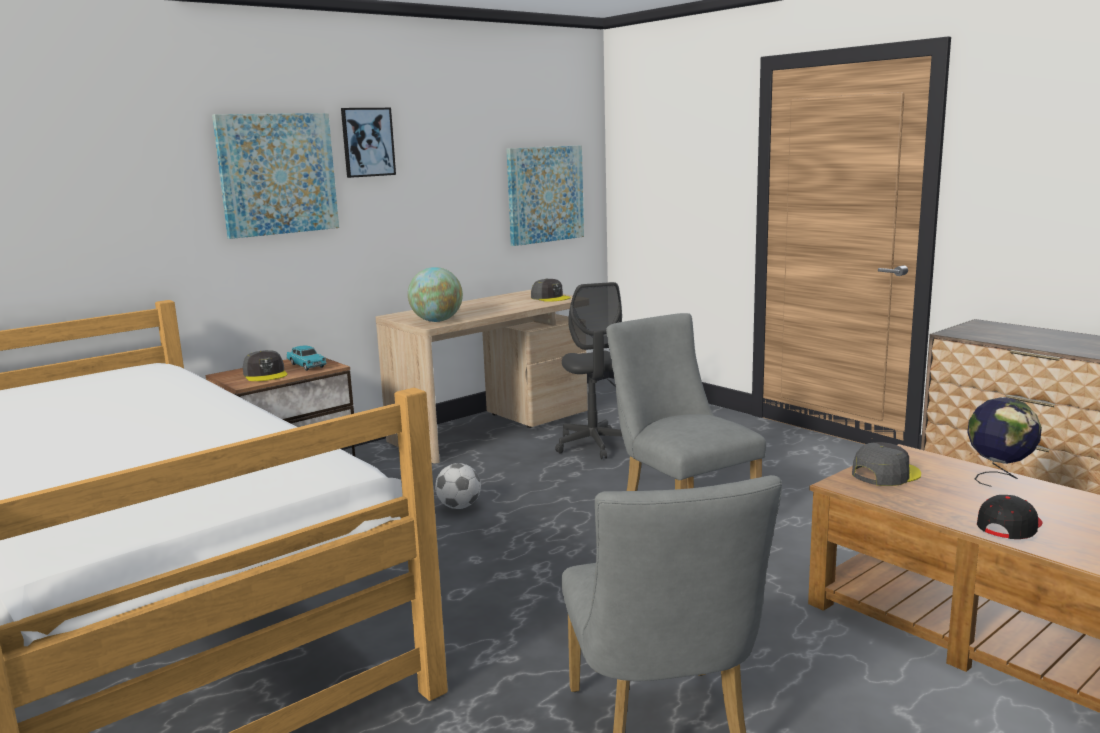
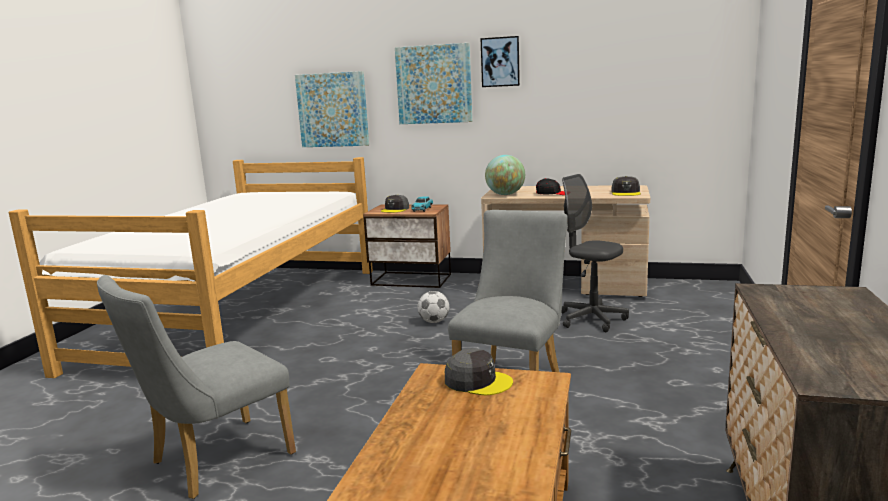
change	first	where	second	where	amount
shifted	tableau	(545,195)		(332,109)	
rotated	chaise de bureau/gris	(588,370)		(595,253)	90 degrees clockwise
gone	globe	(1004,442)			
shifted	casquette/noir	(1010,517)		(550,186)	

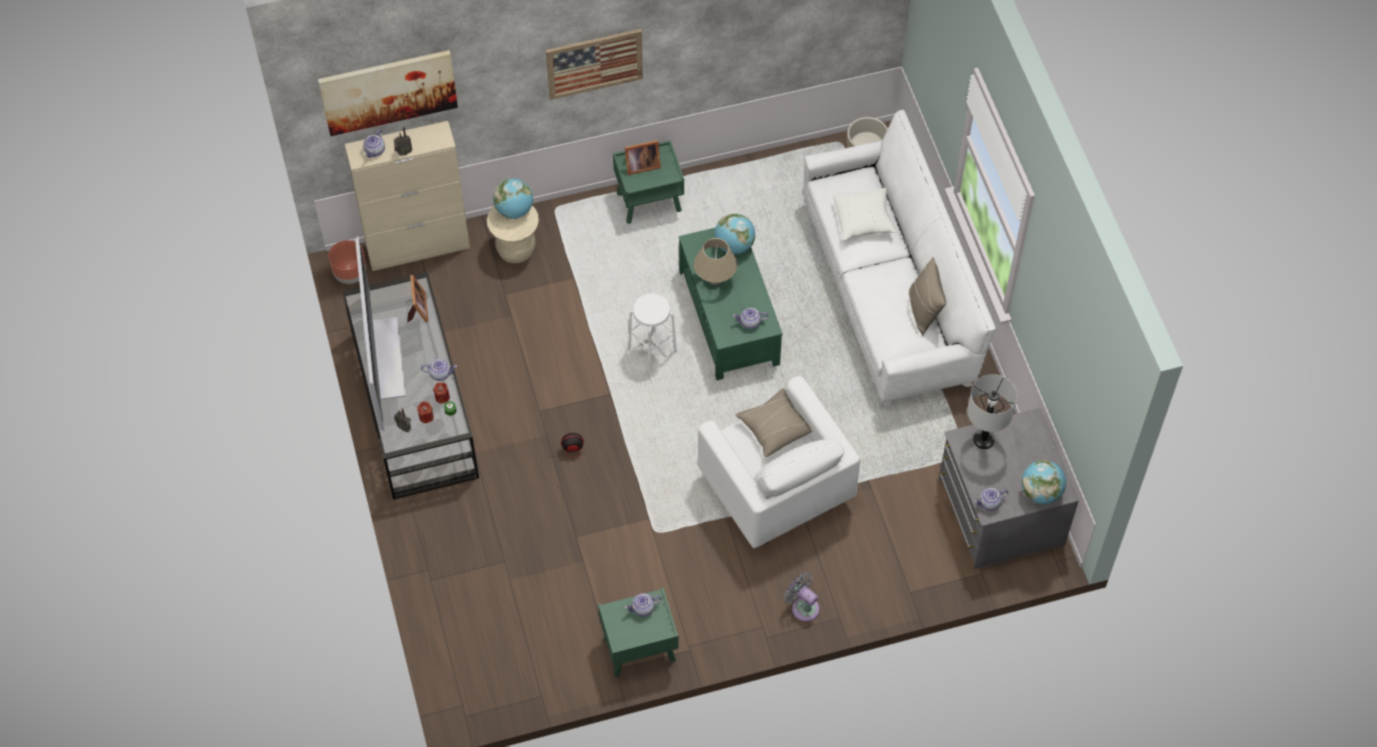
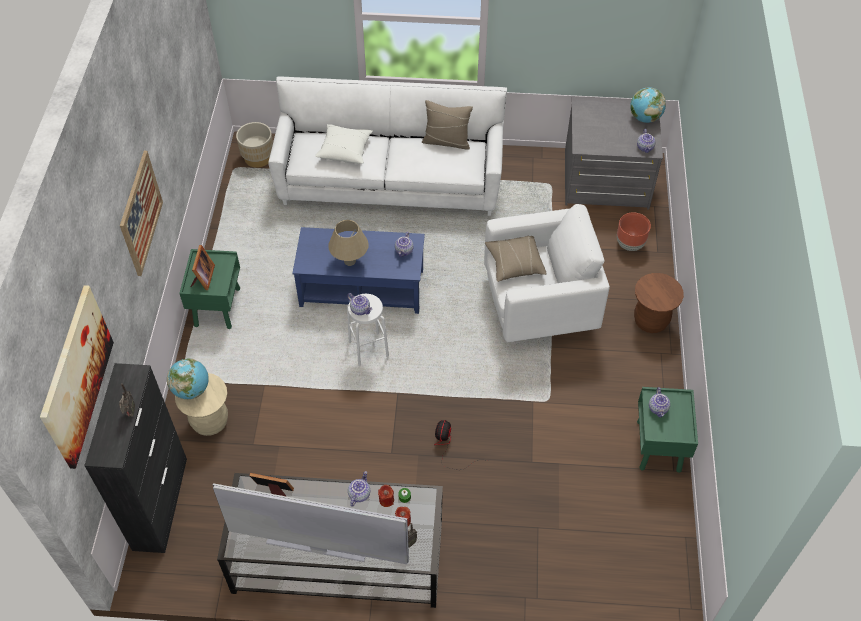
change	first	where	second	where	amount
repainted	meuble de rangement/beige	(407,196)	meuble de rangement/noir	(135,458)	
shifted	théière	(374,143)		(359,304)	
gone	globe	(734,233)			
repainted	table basse/vert	(731,304)	table basse/bleu	(358,270)	
shifted	cache-pot/marron	(347,262)		(634,232)	
gone	lampe de table/gris	(992,411)			
swapped	ventilateur/gris	(802,597)	tabouret/marron	(659,303)	

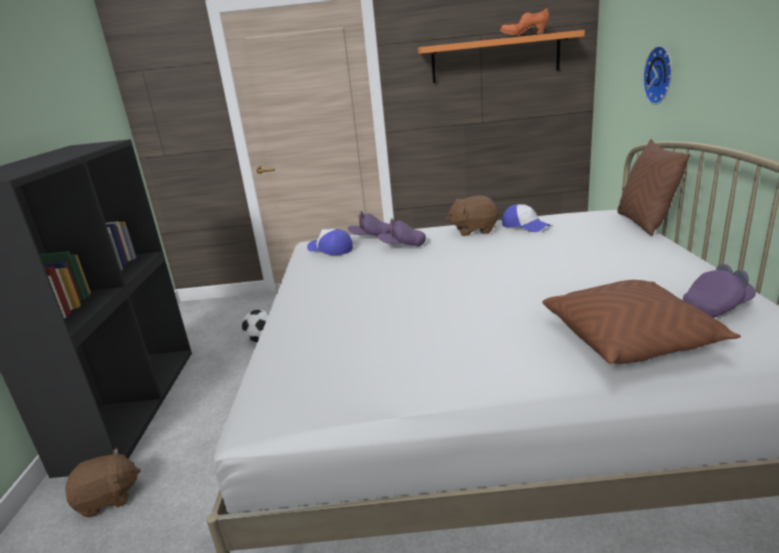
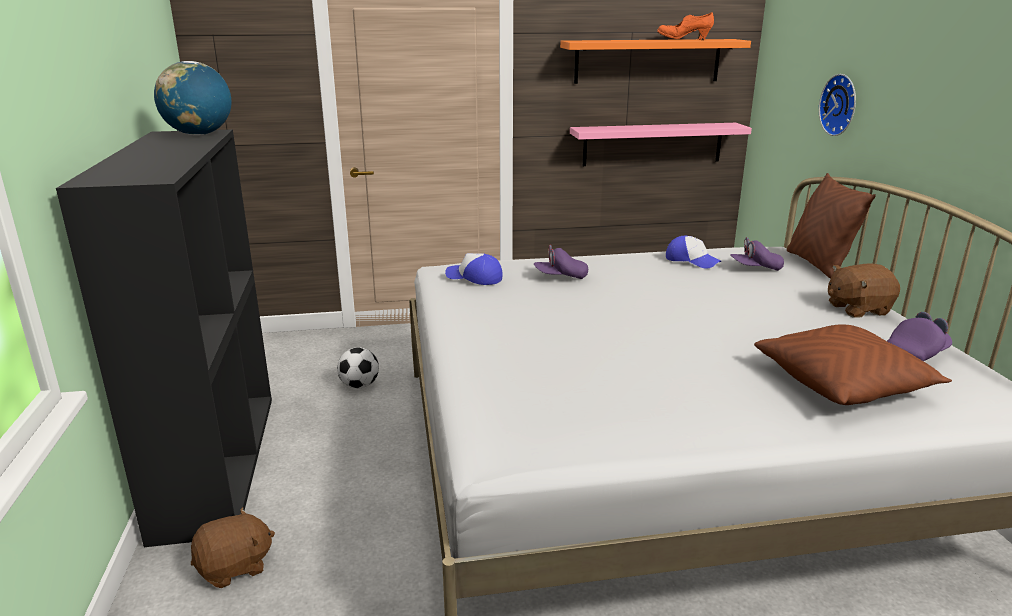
change	first	where	second	where	amount
shifted	peluche/marron	(472,216)		(864,290)	
shifted	casquette/violet	(369,224)		(757,254)	
new			globe	(192,98)	
new			étagère/rose	(661,144)	

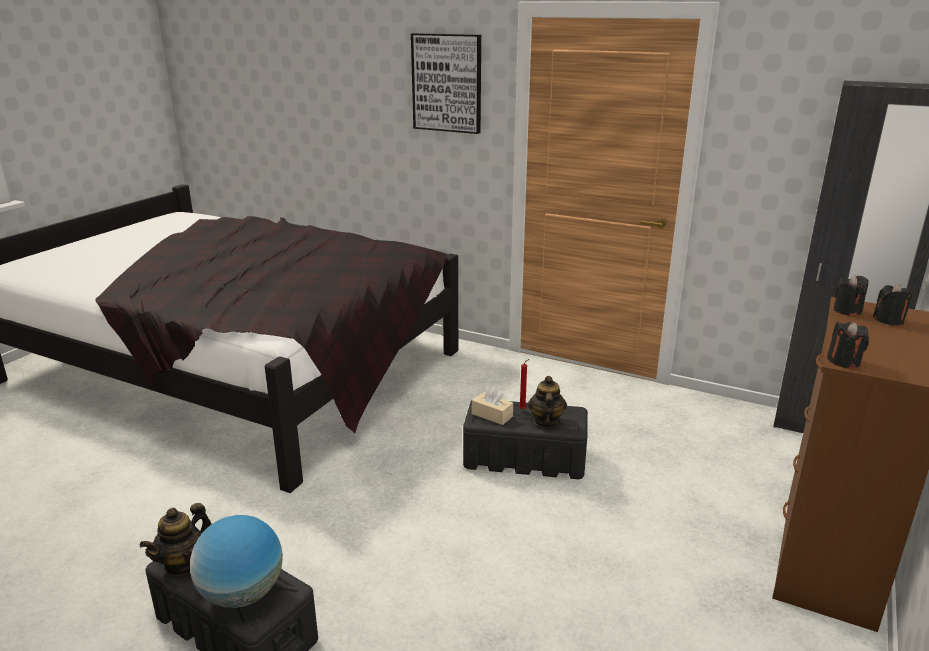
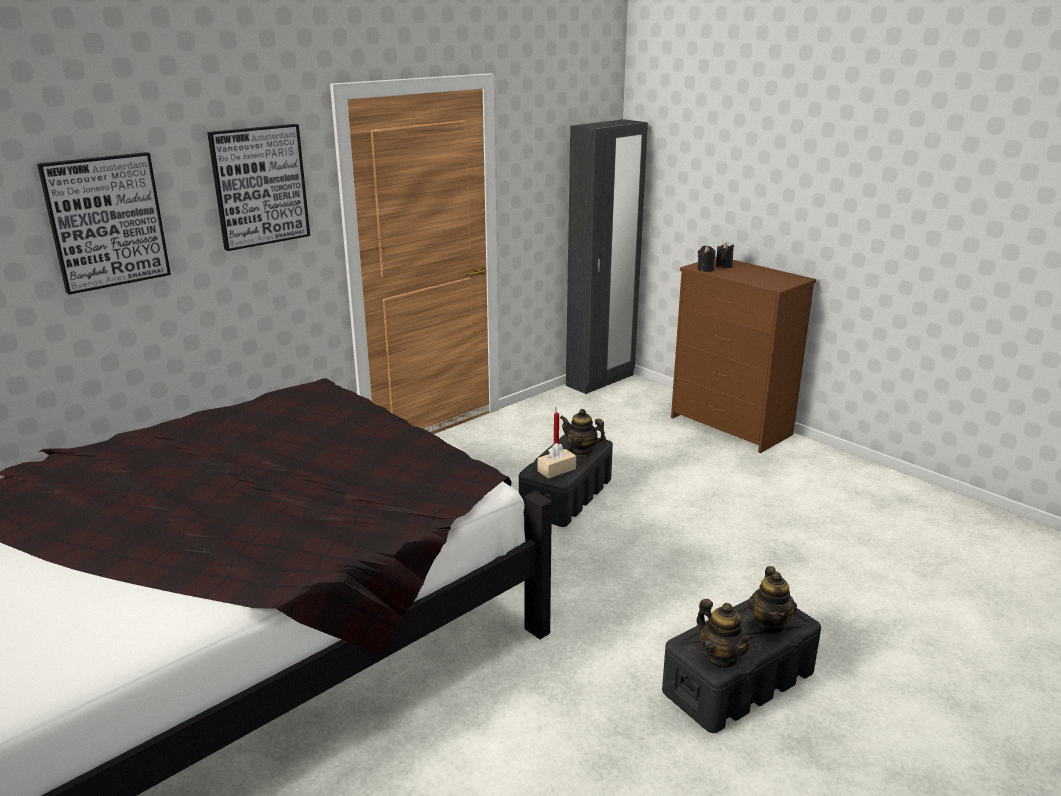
change	first	where	second	where	amount
gone	bougie/noir	(848,345)			
swapped	globe	(236,561)	théière	(772,600)	
new			tableau	(104,223)	

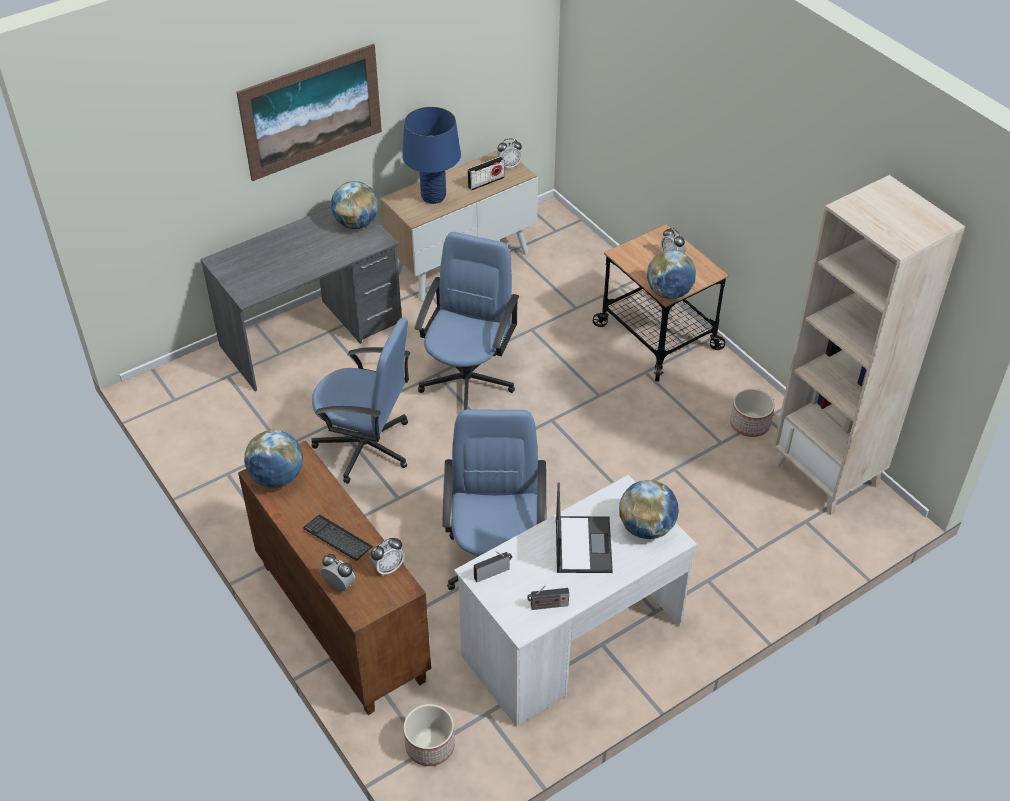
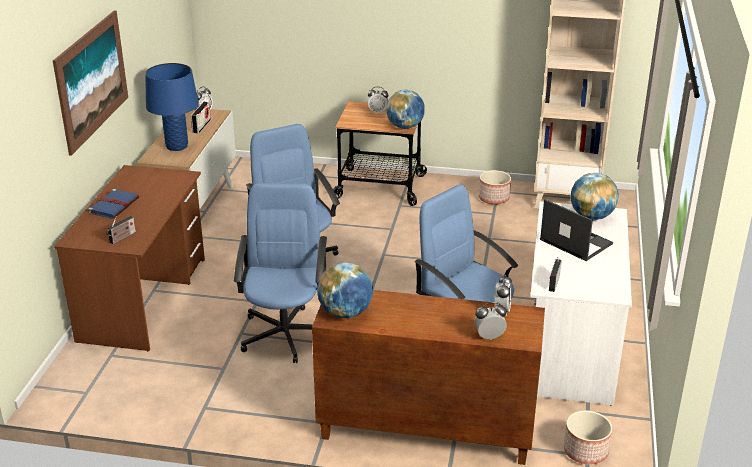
change	first	where	second	where	amount
gone	globe	(354,205)			
repainted	bureau/gris	(301,299)	bureau/marron	(129,258)	
rotated	chaise de bureau/bleu	(360,401)		(280,273)	60 degrees counterclockwise
gone	clavier	(338,538)			
shifted	radio	(548,597)		(121,230)	
new			livre/bleu	(113,204)	

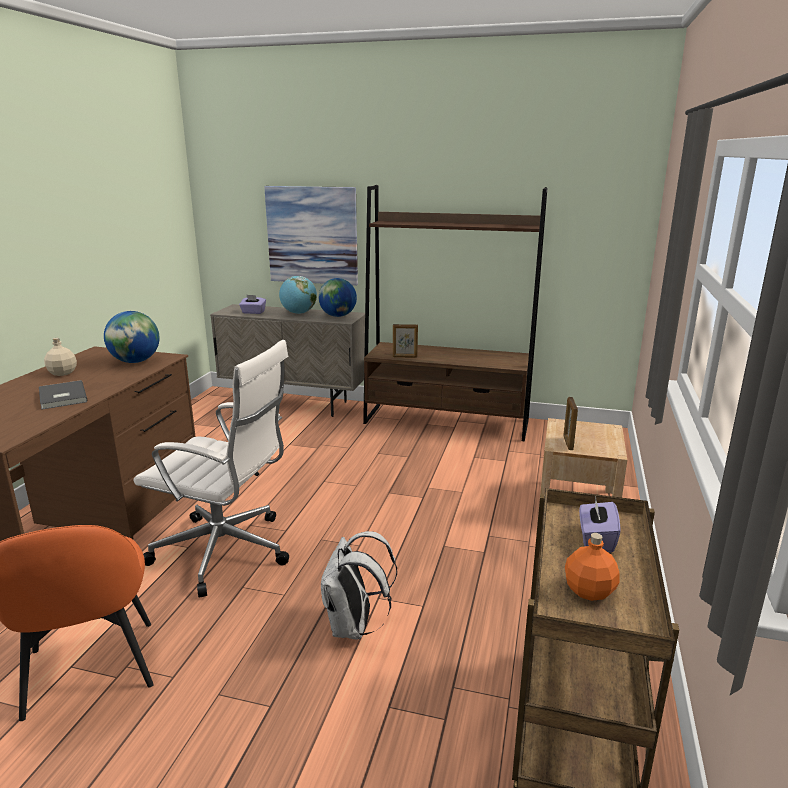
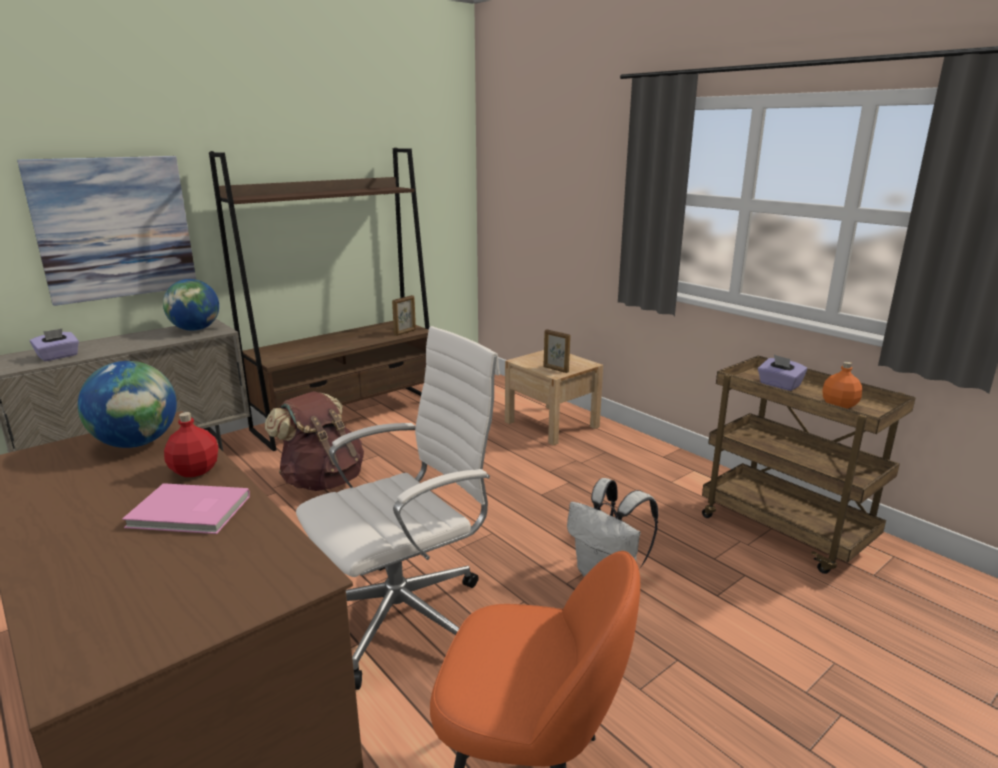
change	first	where	second	where	amount
gone	globe	(298,295)			
shifted	cadre photo	(405,341)		(404,315)	
gone	bouteille/beige	(60,357)			
repainted	livre/gris	(63,395)	livre/rose	(186,508)	
new			sac à dos/marron	(314,441)	
new			bouteille/rouge	(191,444)	

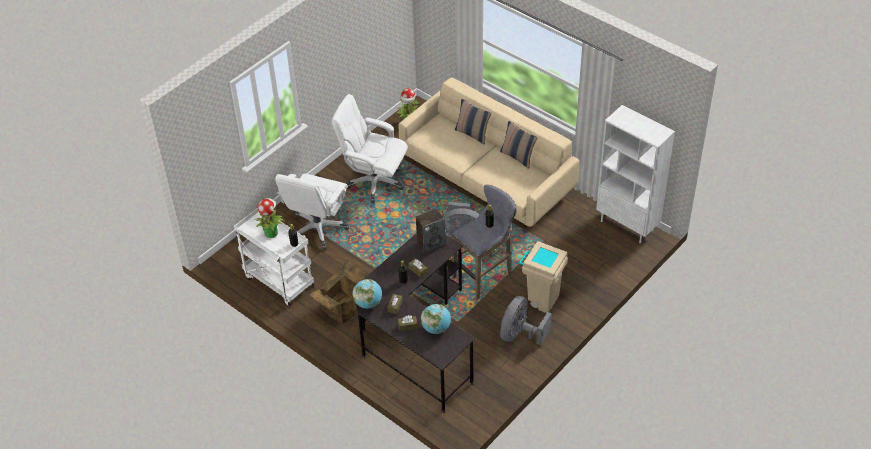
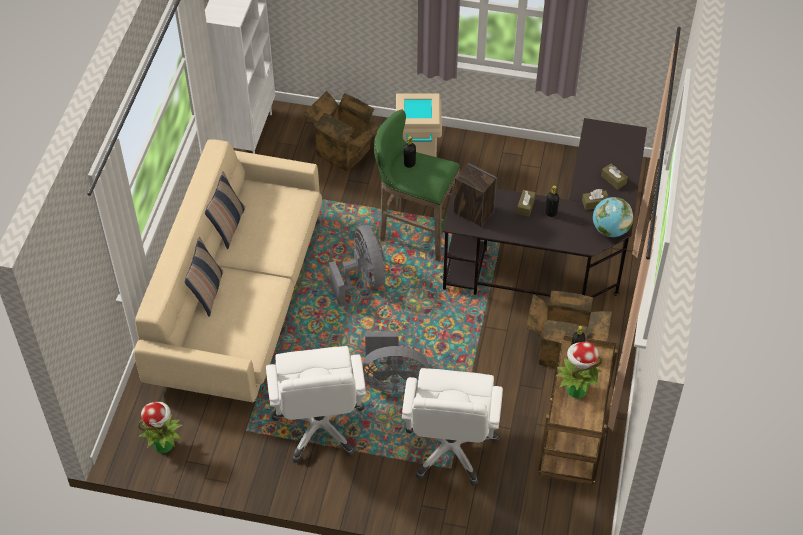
change	first	where	second	where	amount
rotated	chaise de bureau/blanc	(312,211)		(452,427)	105 degrees clockwise
repainted	tabouret/gris	(484,242)	tabouret/vert	(417,186)	
repainted	chariot/blanc	(274,257)	chariot/marron	(578,410)	
shifted	ventilateur/gris	(525,320)		(395,362)	
gone	globe	(436,319)			
new			carton	(342,131)	

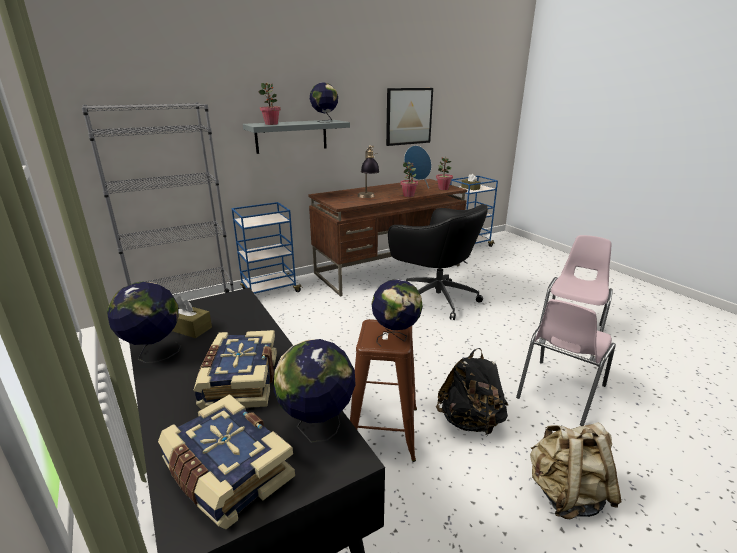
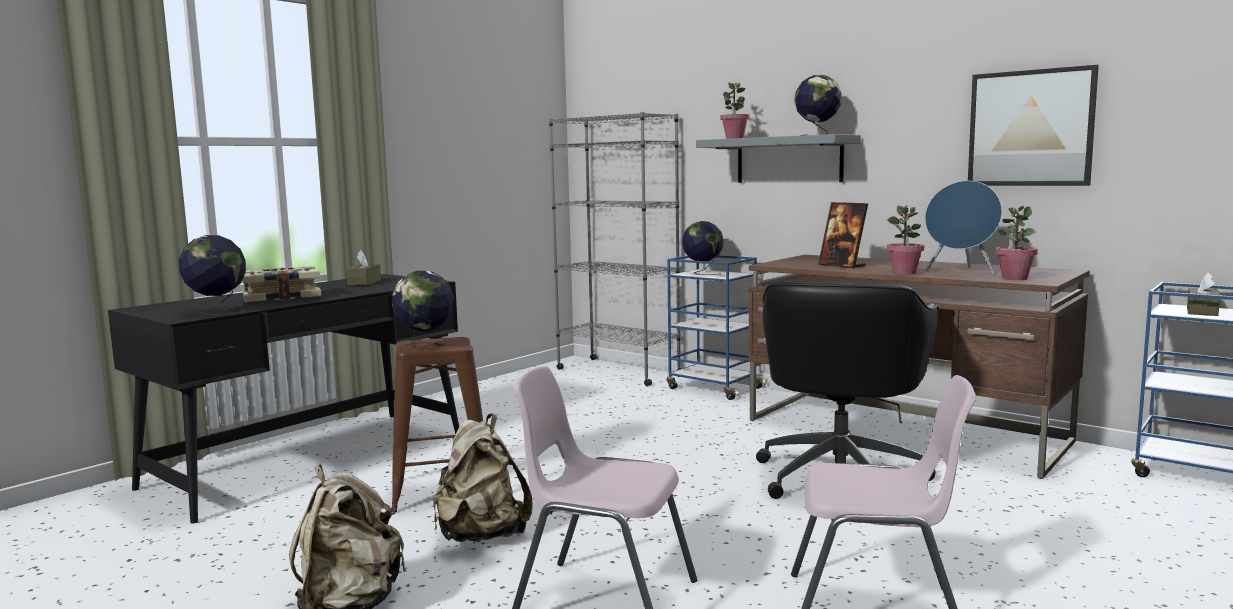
change	first	where	second	where	amount
swapped	lampe de table	(369,171)	cadre photo	(843,235)	
shifted	globe	(144,322)		(703,248)	
repainted	sac à dos/noir	(472,391)	sac à dos/beige	(483,478)	
gone	livre	(226,461)			

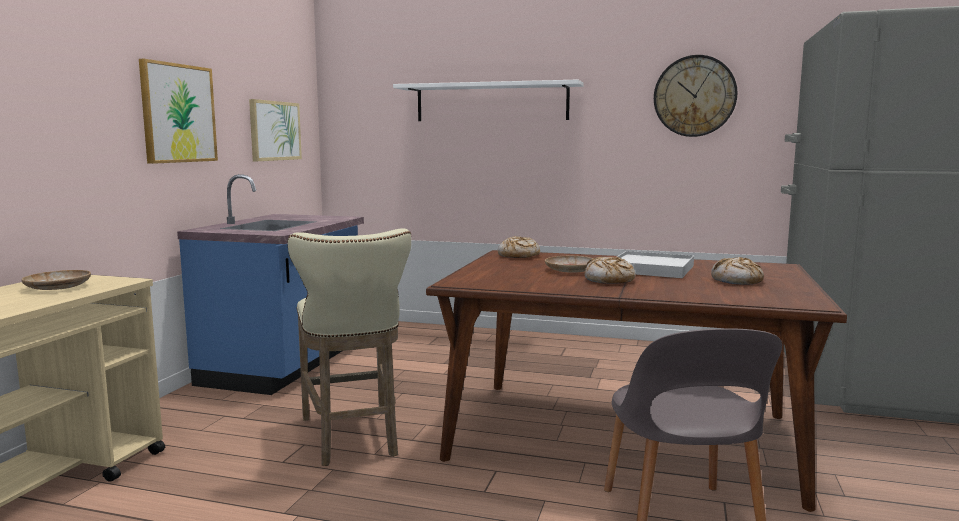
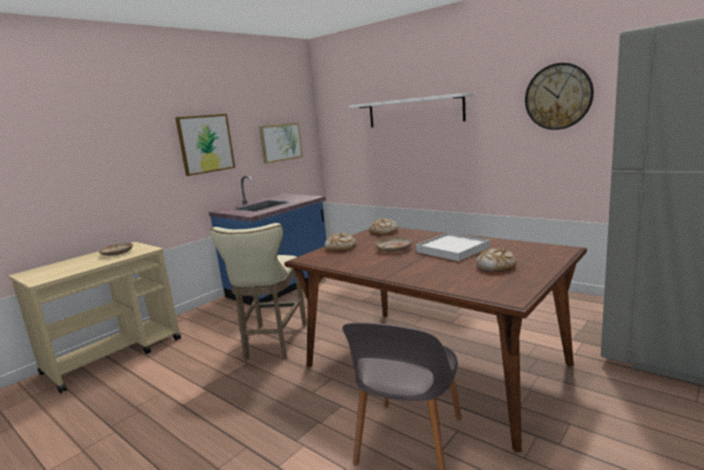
change	first	where	second	where	amount
shifted	pain	(610,270)		(340,242)	

